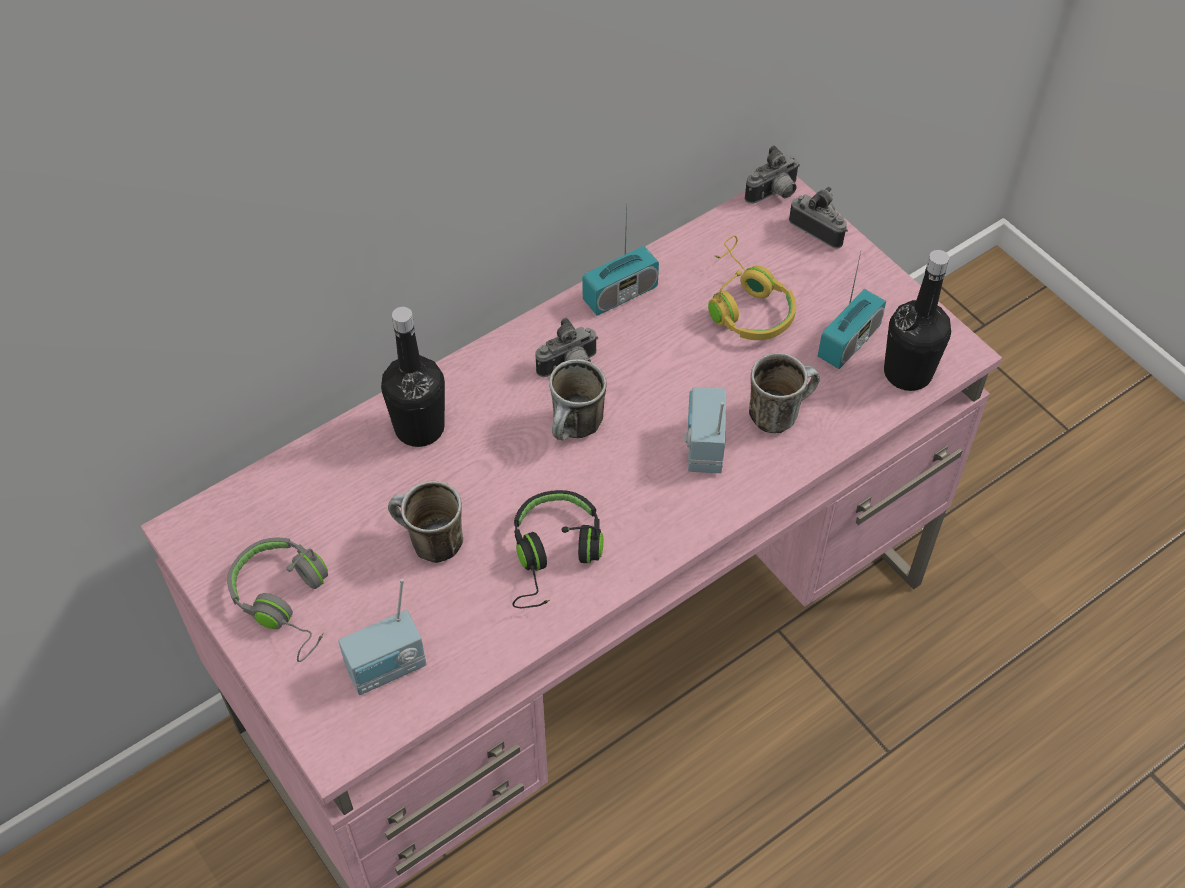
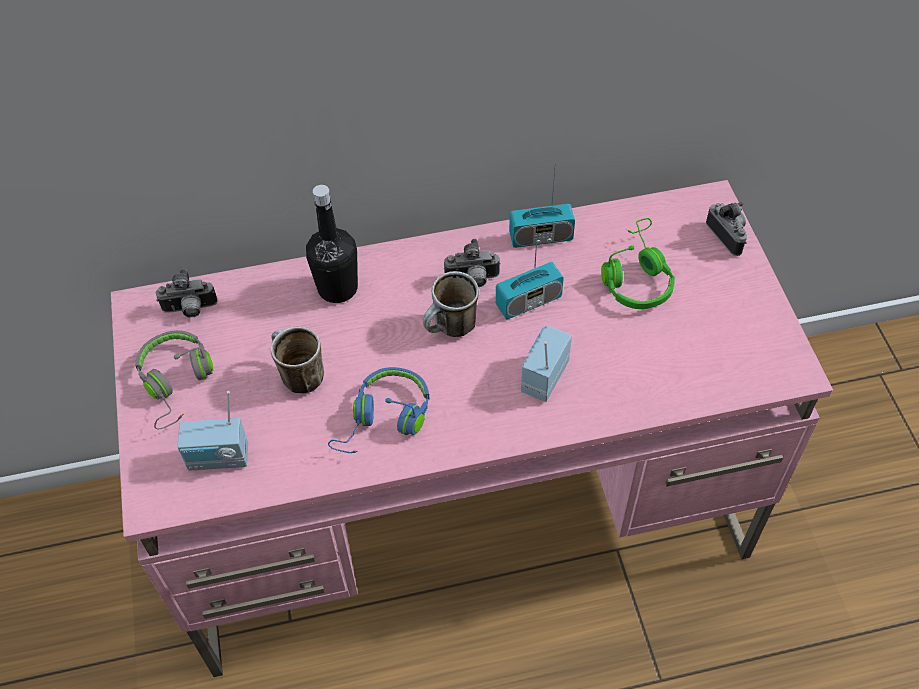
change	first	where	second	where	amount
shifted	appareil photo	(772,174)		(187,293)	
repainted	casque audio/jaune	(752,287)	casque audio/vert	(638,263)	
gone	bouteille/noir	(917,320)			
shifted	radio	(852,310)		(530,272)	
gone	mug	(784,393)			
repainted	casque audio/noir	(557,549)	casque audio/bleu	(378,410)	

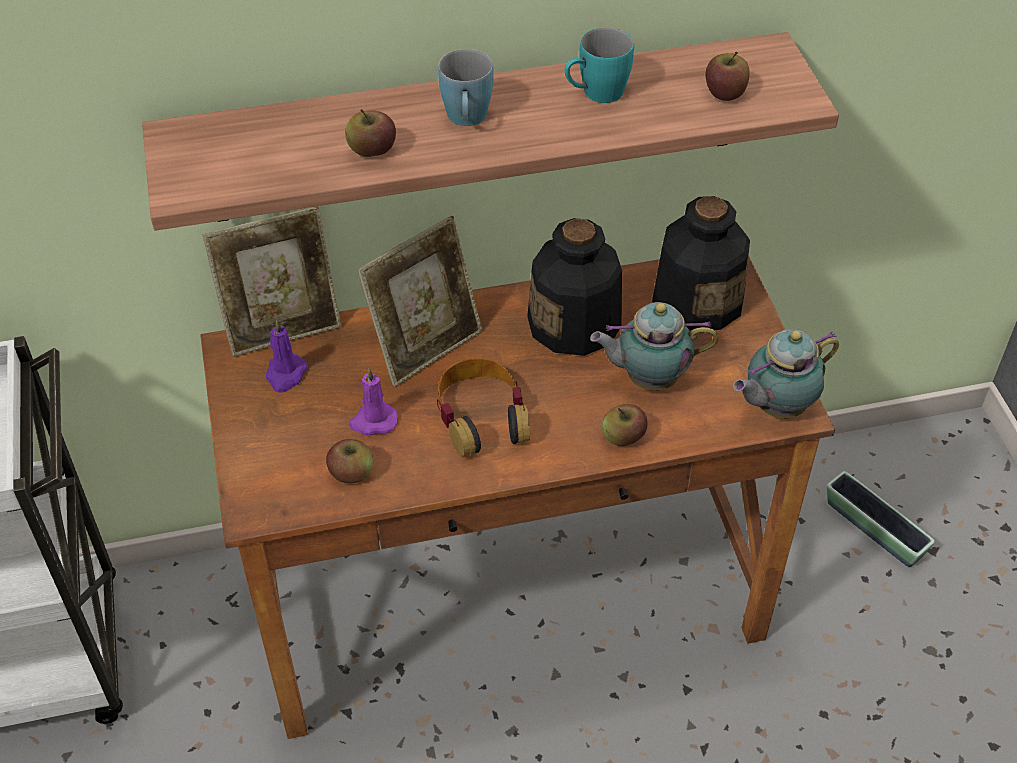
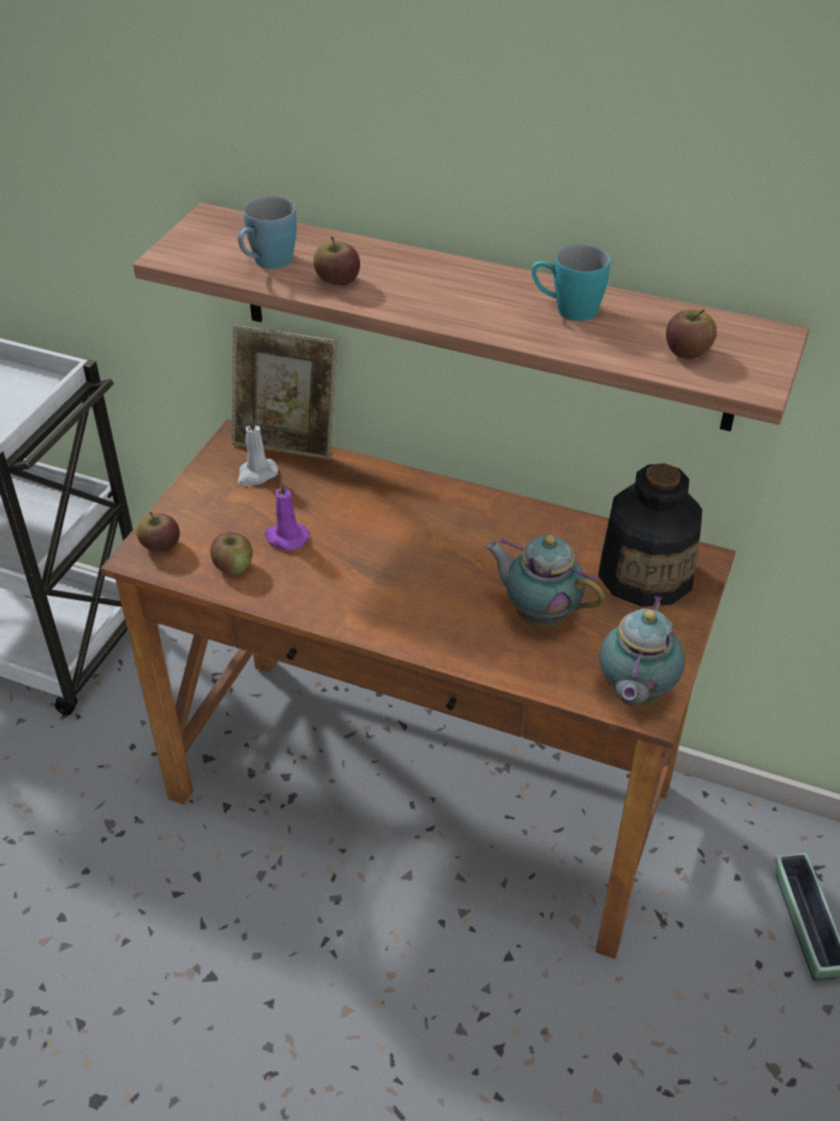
change	first	where	second	where	amount
shifted	mug/bleu	(466,87)		(267,232)	
gone	cadre photo	(420,301)			
gone	bouteille	(574,287)			
repainted	bougie/violet	(287,356)	bougie/blanc	(257,451)	
rotated	théière	(786,373)		(642,650)	75 degrees counterclockwise
gone	casque audio	(483,407)			
shifted	pomme	(625,425)		(158,532)	

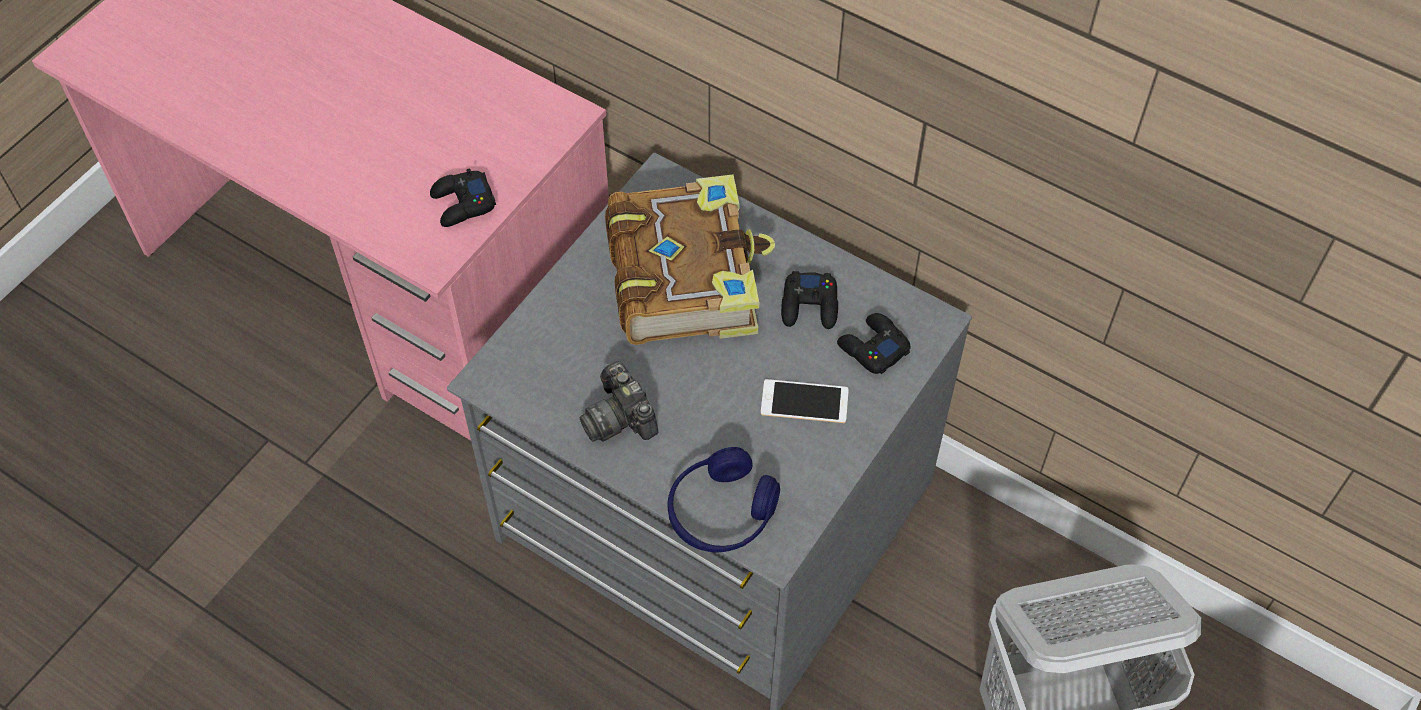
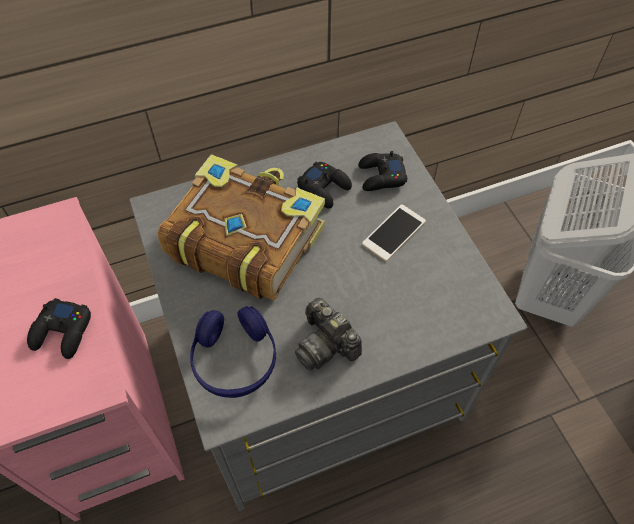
change	first	where	second	where	amount
rotated	appareil photo	(618,401)		(328,334)	45 degrees clockwise
shifted	casque audio/bleu	(723,499)		(233,352)	

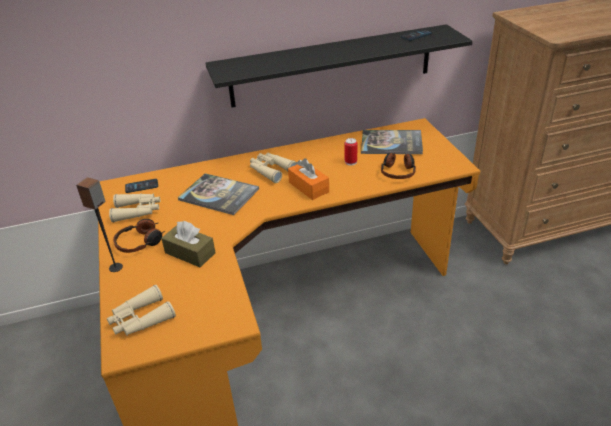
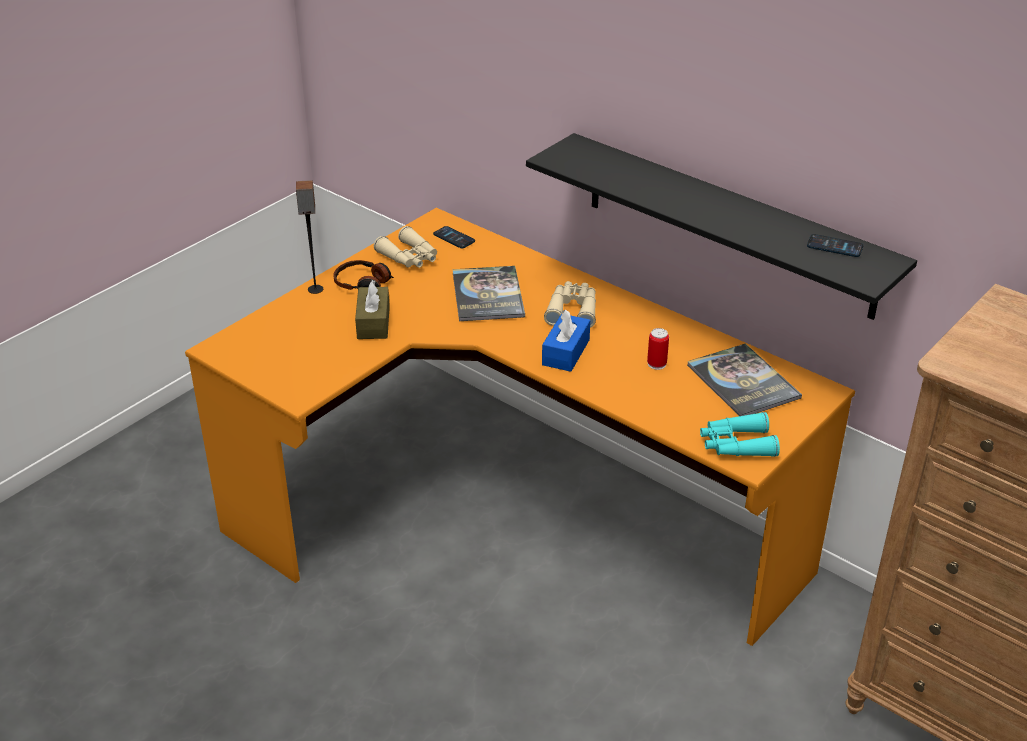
change	first	where	second	where	amount
gone	casque audio	(398,166)			
repainted	boîte à mouchoirs/orange	(308,179)	boîte à mouchoirs/bleu	(566,341)	
gone	jumelles/beige	(141,310)			
new			jumelles/turquoise	(740,434)	

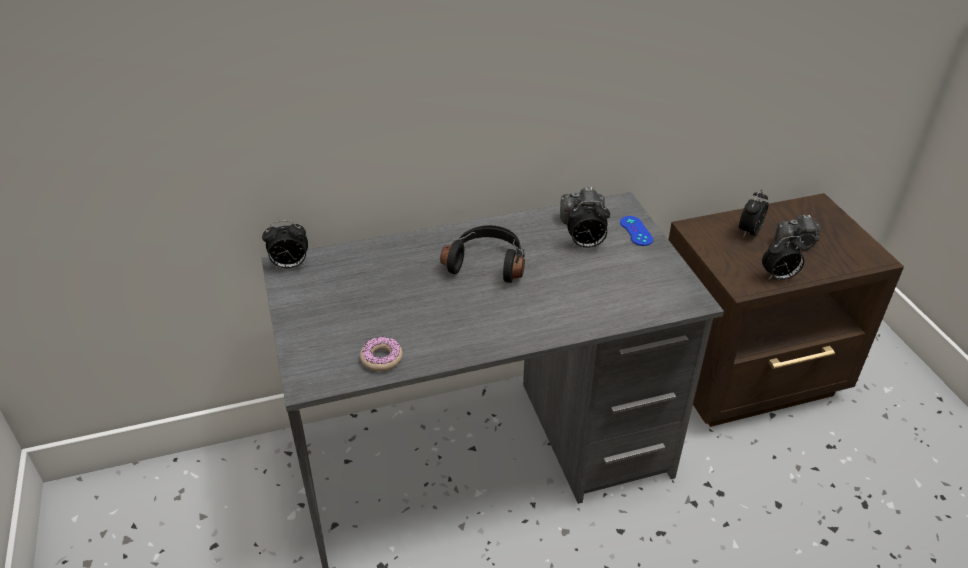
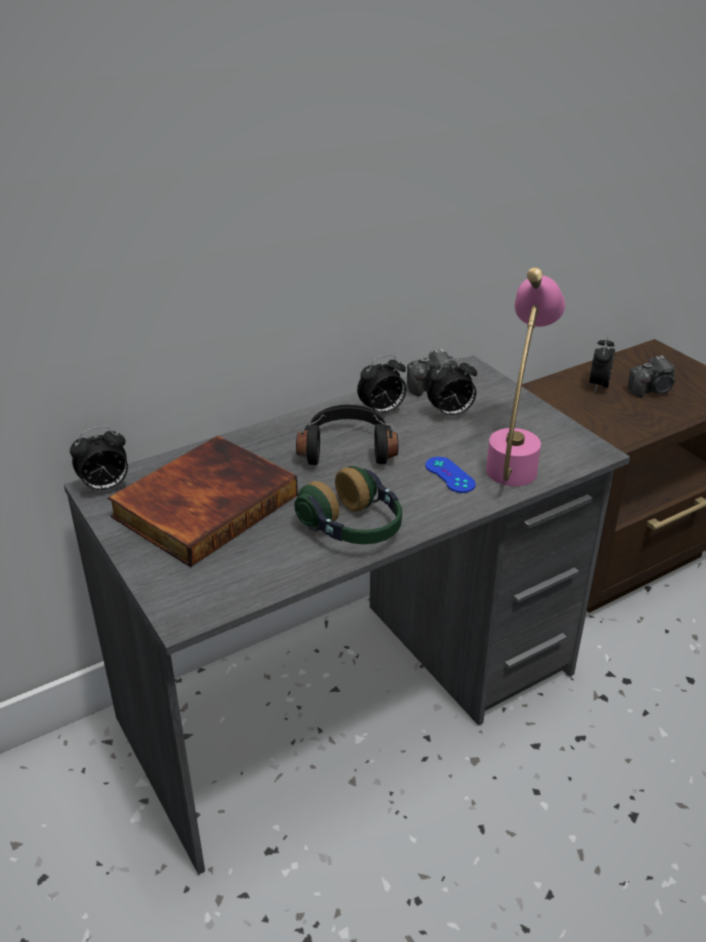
change	first	where	second	where	amount
shifted	manette/bleu	(636,231)		(450,475)	
shifted	réveil	(784,258)		(381,383)	
gone	beignet	(381,354)			
new			lampe de table/rose	(525,376)	
new			livre	(203,501)	
new			casque audio	(348,505)	

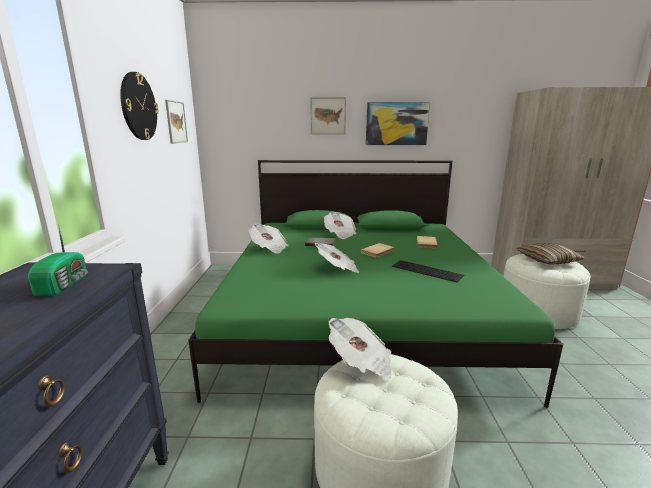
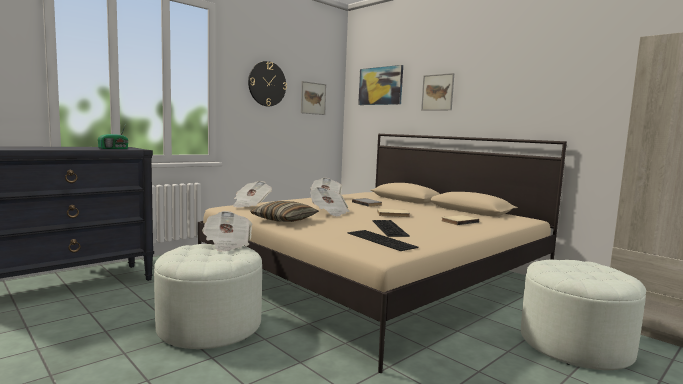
change	first	where	second	where	amount
shifted	tableau	(398,123)		(380,85)	
repainted	lit/vert	(375,284)	lit/beige	(382,253)	
shifted	journal	(340,225)		(252,194)	
shifted	coussin	(550,253)		(284,211)	
new			clavier	(383,240)	

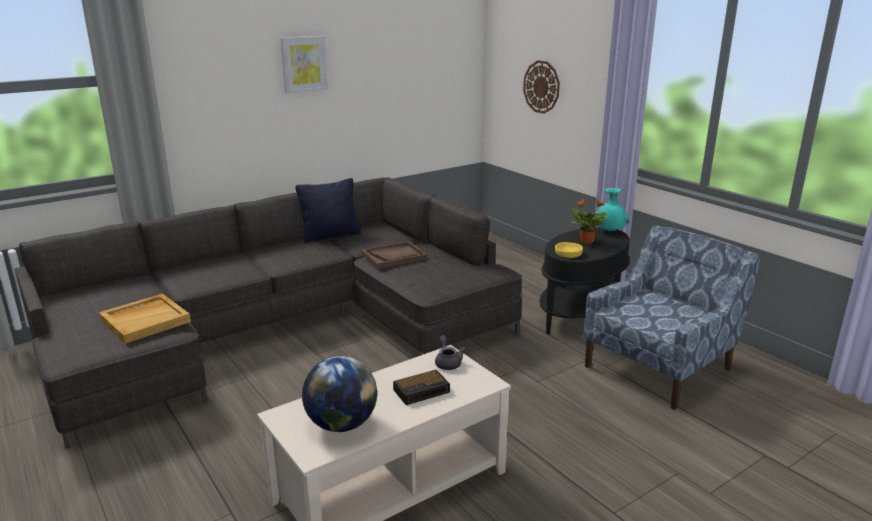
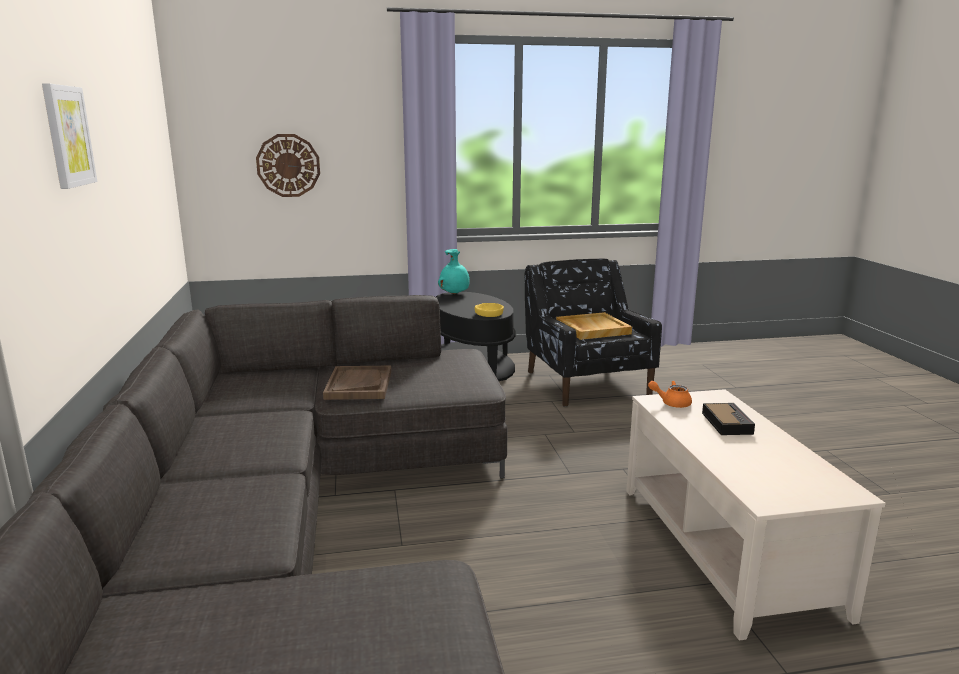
change	first	where	second	where	amount
gone	coussin/noir	(328,210)			
gone	plante en pot	(590,221)			
repainted	fauteuil/bleu	(671,317)	fauteuil/noir	(593,333)	
shifted	plateau/beige	(145,319)		(594,326)	
repainted	théière/gris	(450,352)	théière/orange	(670,394)	
gone	globe	(339,394)			

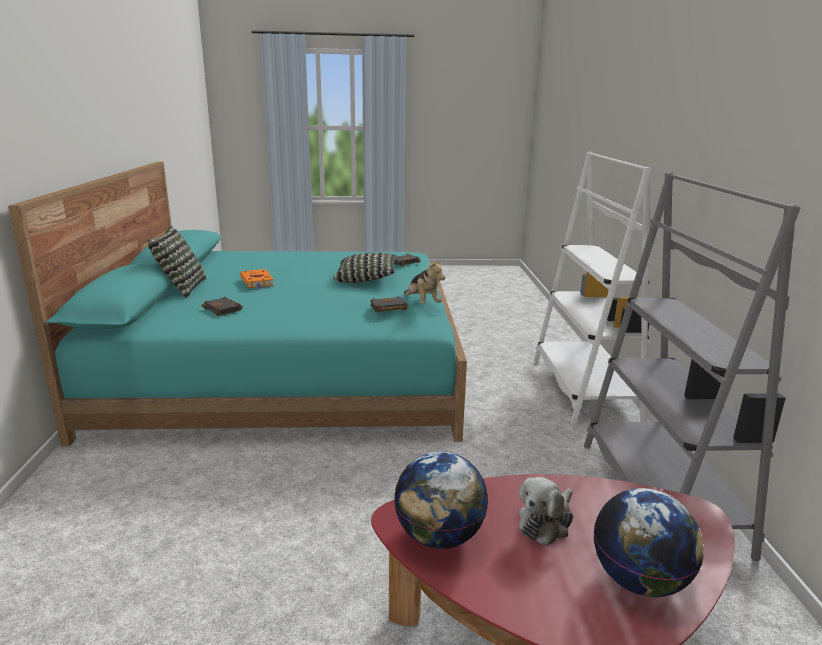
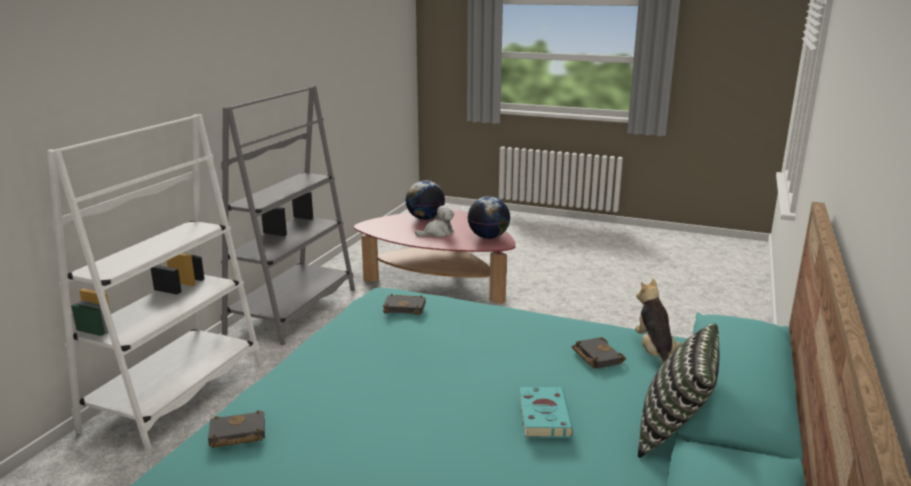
change	first	where	second	where	amount
gone	coussin	(365,268)			
shifted	peluche	(424,281)		(658,321)	
repainted	livre/orange	(257,279)	livre/turquoise	(546,412)	

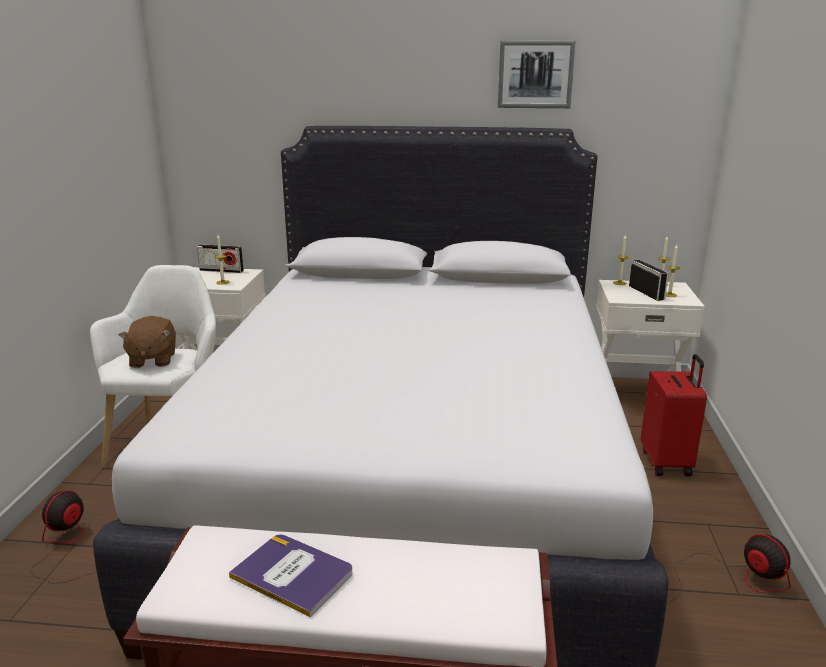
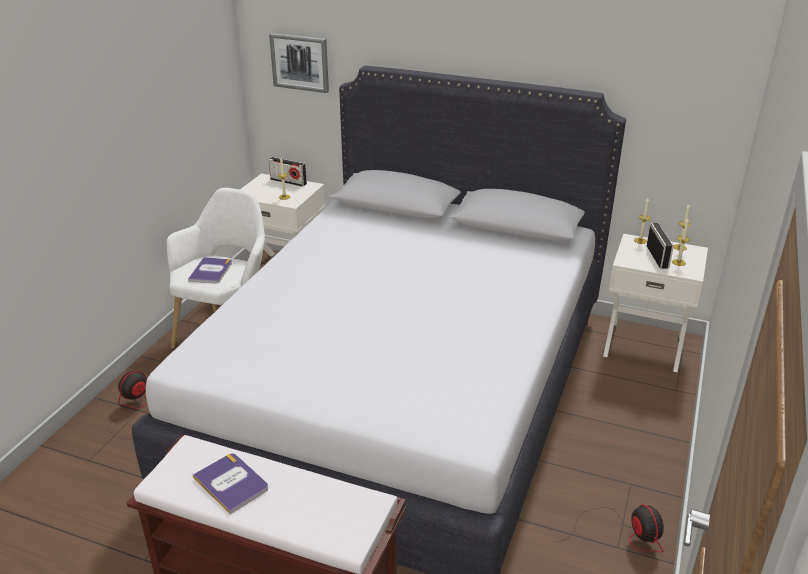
change	first	where	second	where	amount
shifted	tableau	(537,74)		(299,63)	
swapped	peluche/marron	(147,342)	livre	(210,270)	
gone	valise/rouge	(674,415)			

